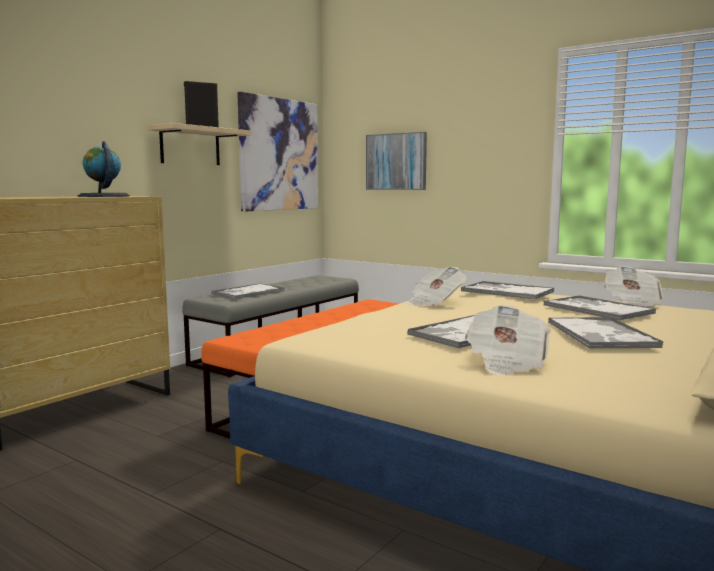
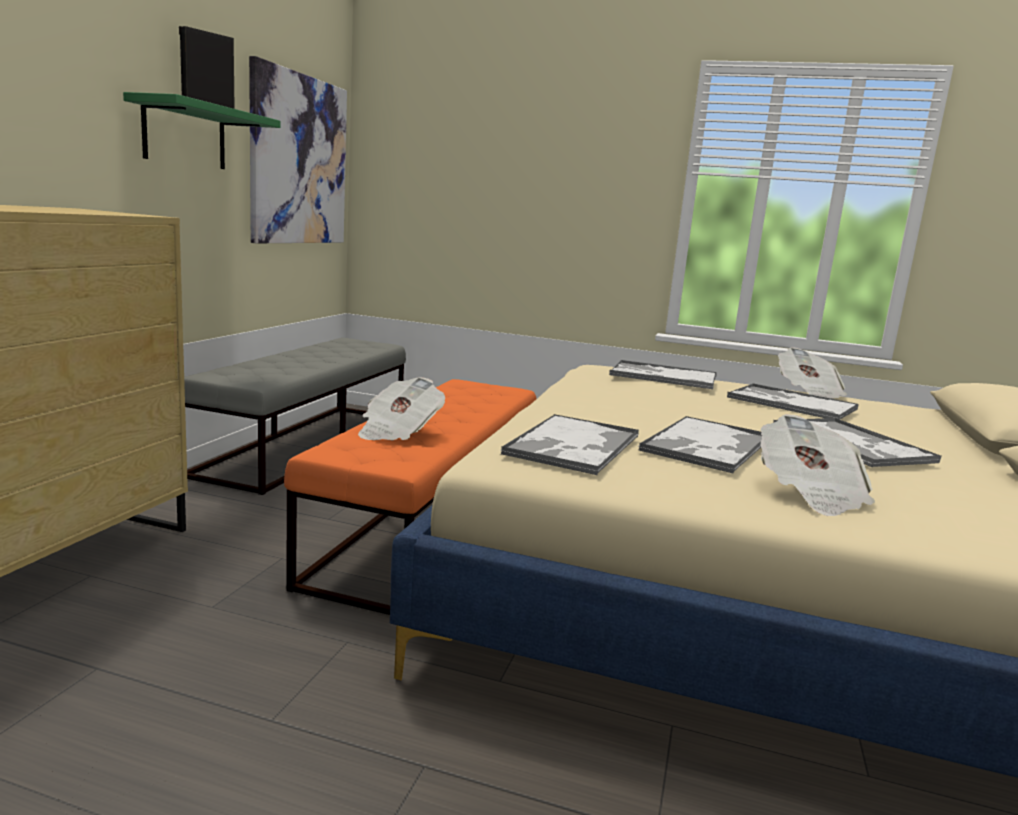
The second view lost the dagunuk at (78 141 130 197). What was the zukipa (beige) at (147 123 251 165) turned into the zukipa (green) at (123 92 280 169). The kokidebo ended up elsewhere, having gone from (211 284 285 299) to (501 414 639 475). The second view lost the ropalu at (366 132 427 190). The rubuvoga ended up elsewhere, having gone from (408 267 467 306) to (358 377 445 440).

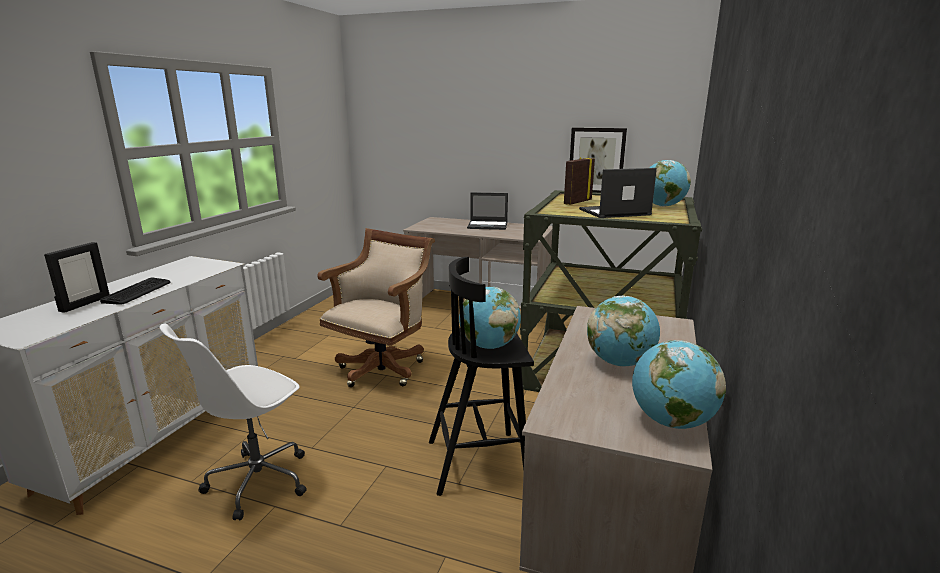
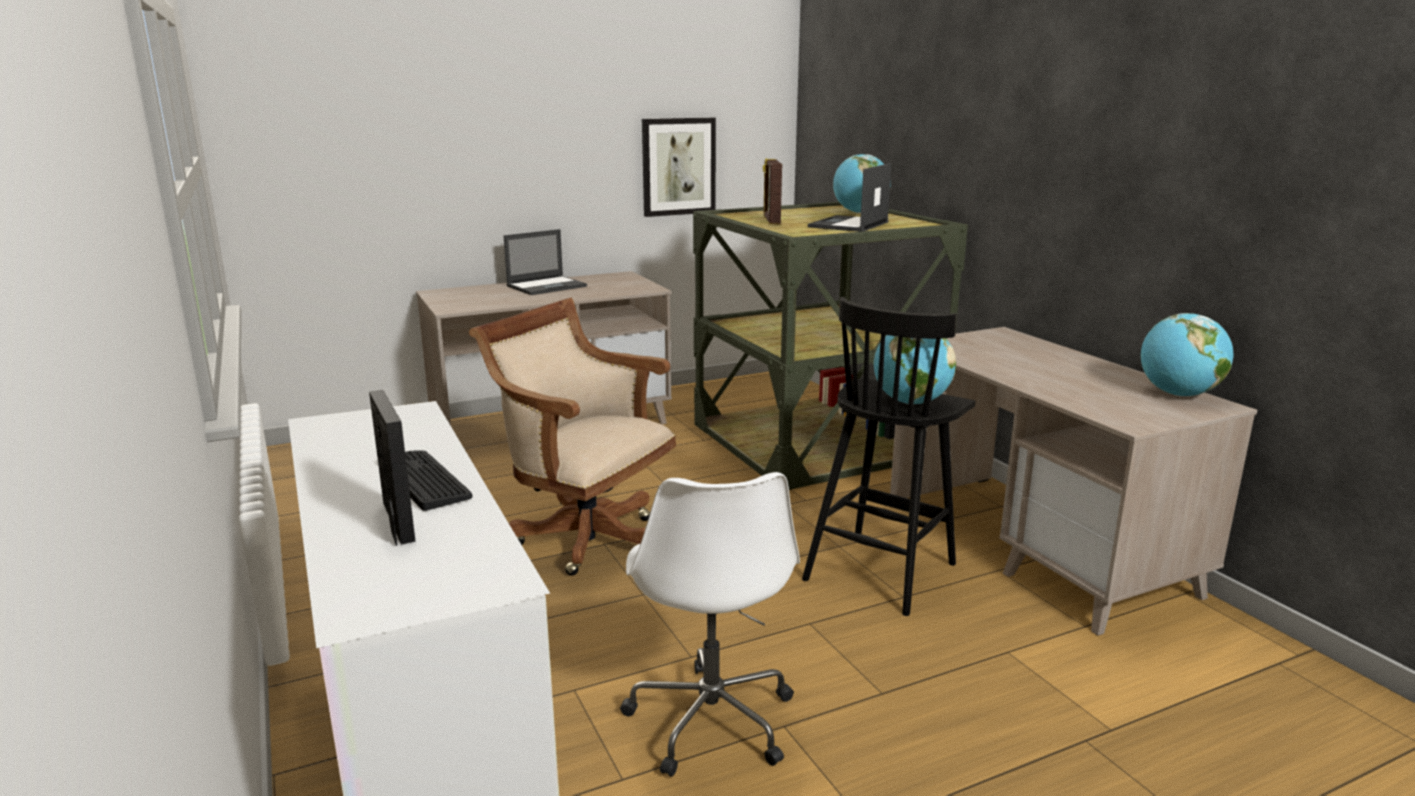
The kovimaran at (317 228 435 387) ended up facing another way, 45 degrees counterclockwise from before. The second view lost the dagunuk at (587 296 660 367).

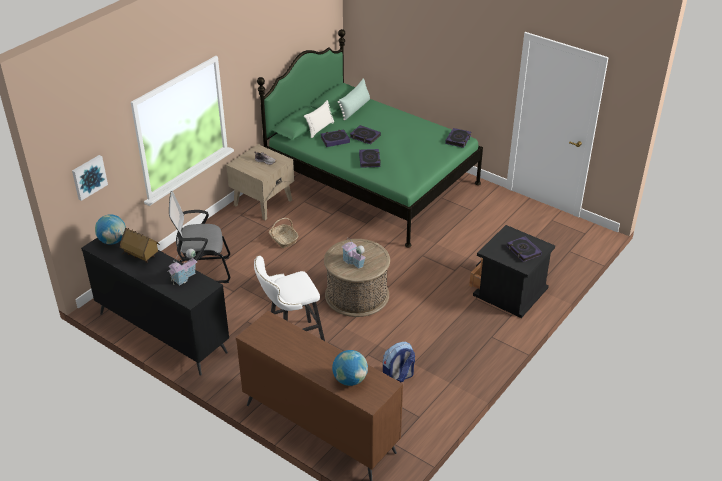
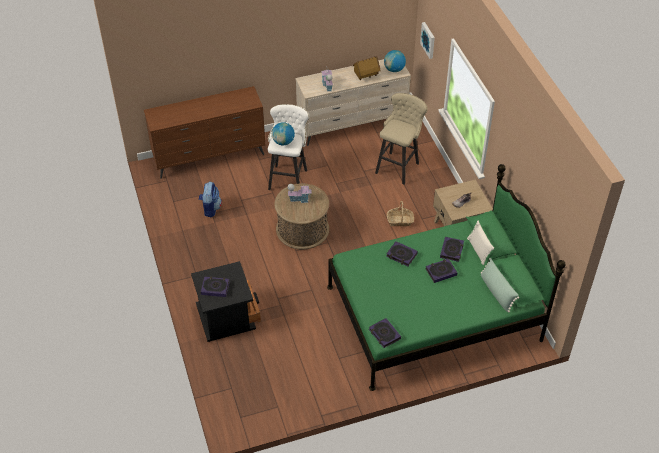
What was the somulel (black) at (81 238 229 376) turned into the somulel (beige) at (296 59 411 146). Where the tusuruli stood at (169 191 230 283), the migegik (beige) came to stand at (375 93 428 185). The dagunuk ended up elsewhere, having gone from (332 350 368 386) to (272 122 295 145).

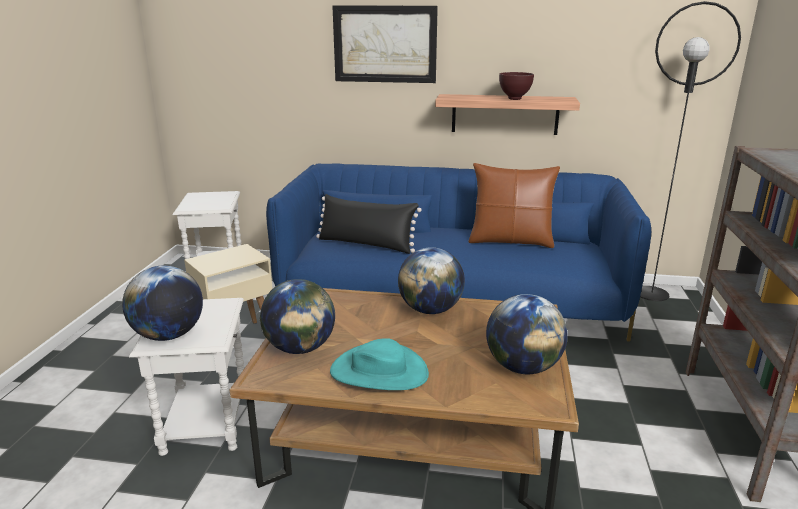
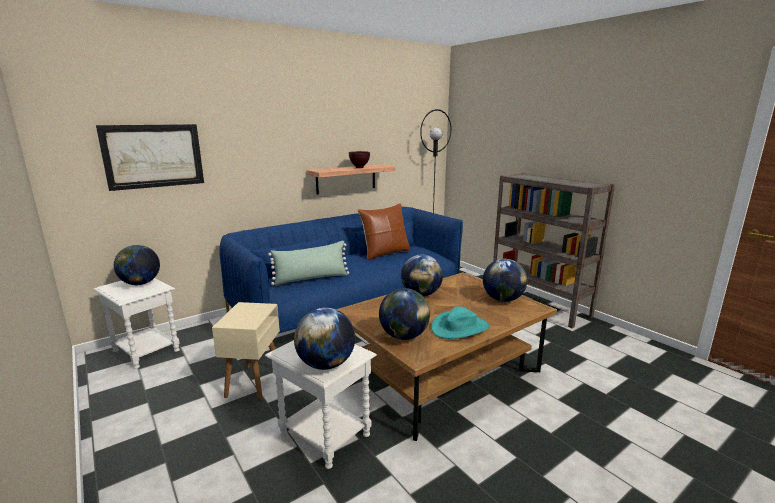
What was the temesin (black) at (316 194 422 254) turned into the temesin (green) at (268 241 349 286). The ropalu ended up elsewhere, having gone from (332 6 438 83) to (96 124 204 191). The second view gained the dagunuk at (114 245 160 285).

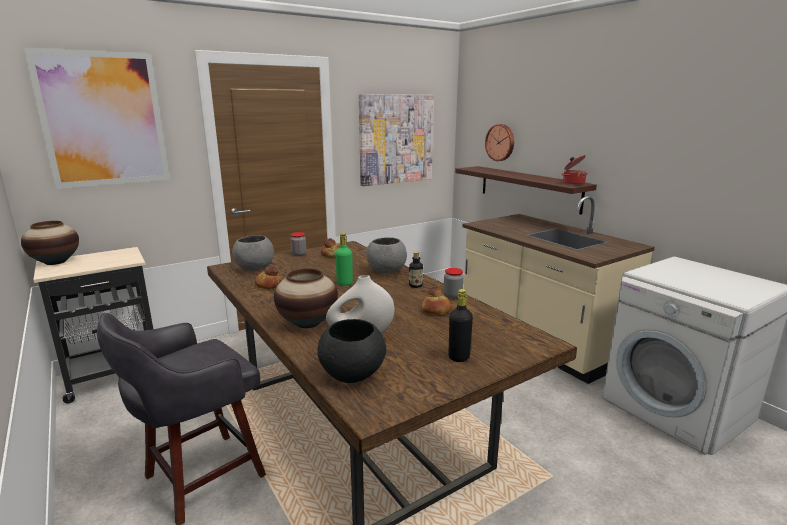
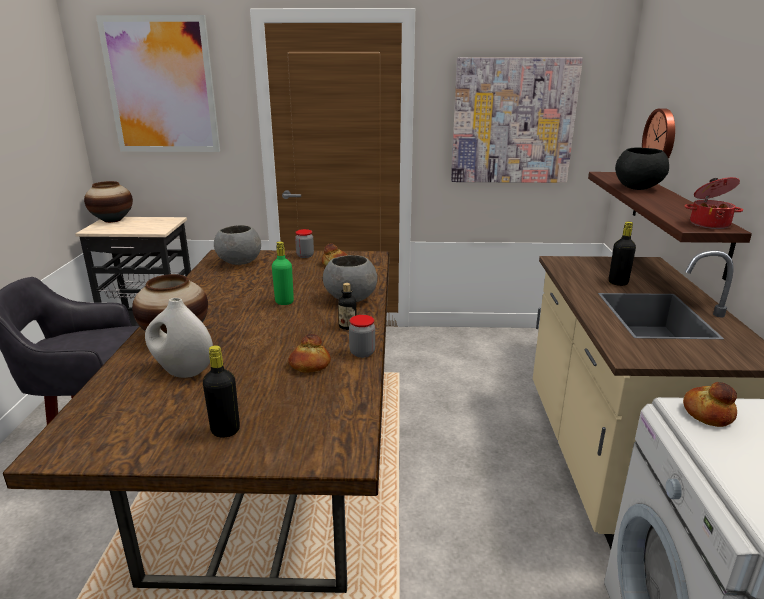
The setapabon ended up elsewhere, having gone from (255 265 282 289) to (683 382 737 427). The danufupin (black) ended up elsewhere, having gone from (317 319 386 383) to (615 148 669 190). The second view gained the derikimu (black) at (609 222 636 286).

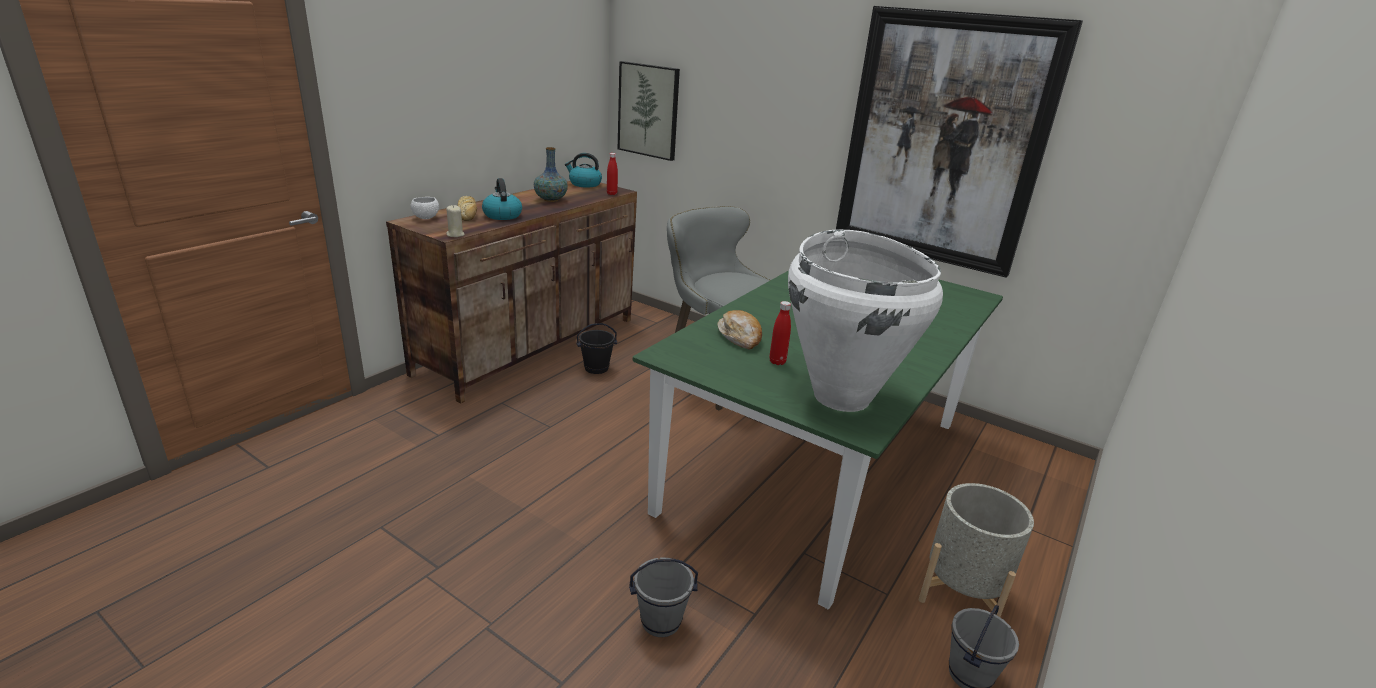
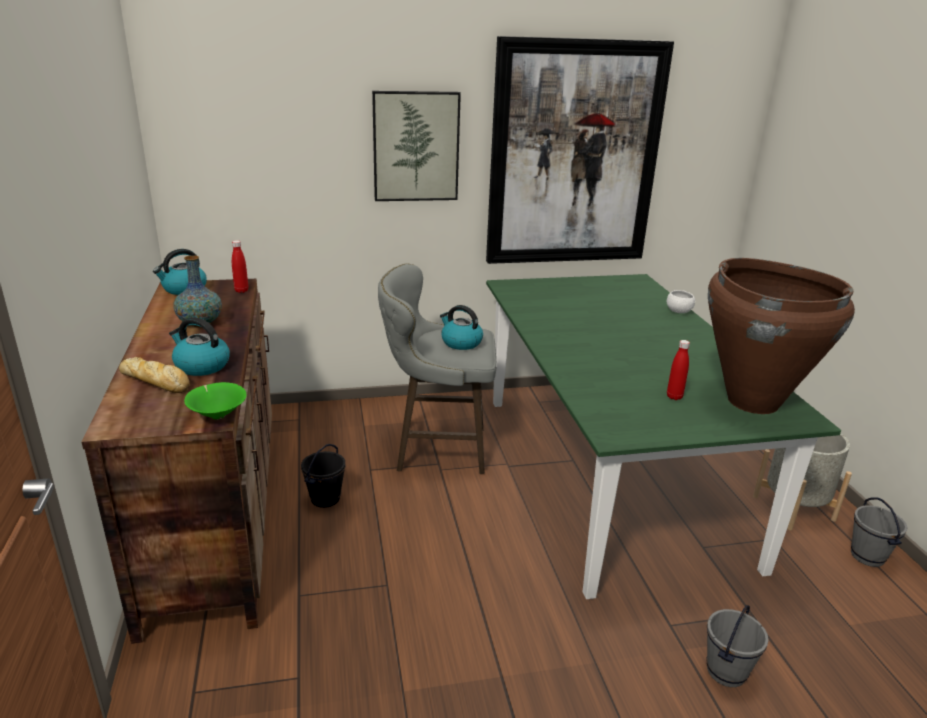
The danufupin (white) ended up elsewhere, having gone from (411 197 439 219) to (667 290 695 313). Where the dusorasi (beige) stood at (446 205 464 237), the danufupin (green) came to stand at (184 382 246 420). The ropalu ended up elsewhere, having gone from (618 61 680 161) to (372 91 461 201). The second view lost the setapabon at (717 310 762 350). What was the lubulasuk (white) at (788 229 943 412) turned into the lubulasuk (brown) at (708 258 855 414). The second view gained the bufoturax at (440 305 483 350).

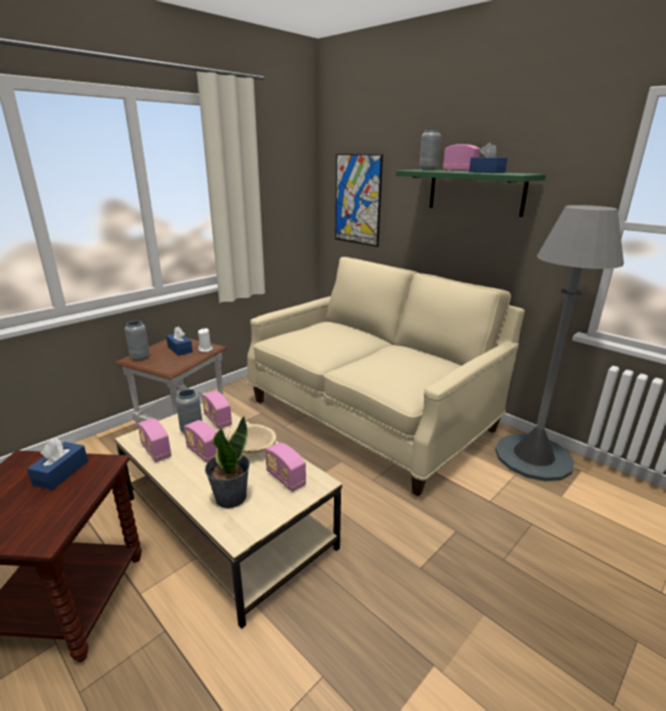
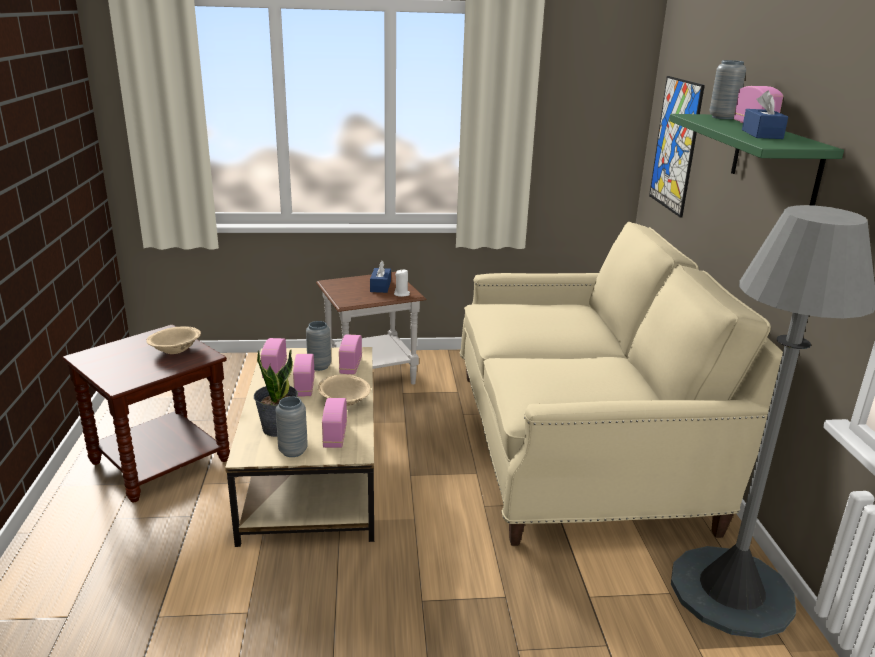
Where the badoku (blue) stood at (27 438 88 490), the danufupin (beige) came to stand at (146 326 201 354). The lubulasuk (grey) ended up elsewhere, having gone from (125 321 150 361) to (275 396 308 457).

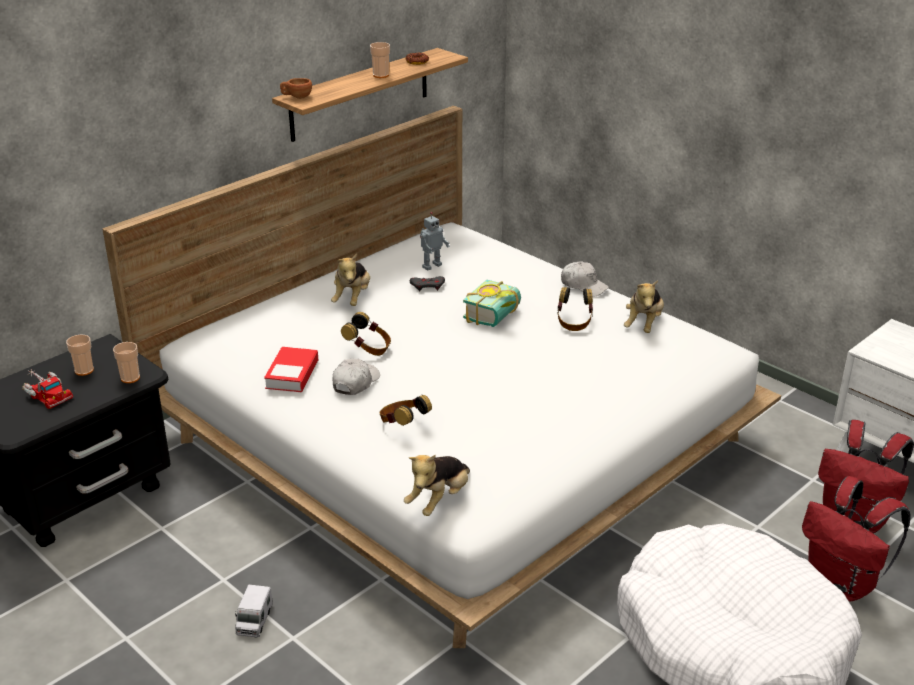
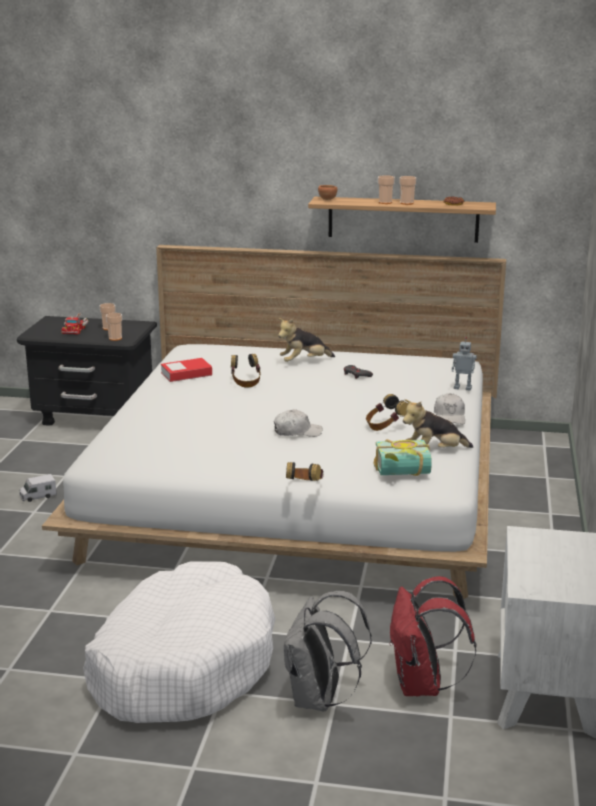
The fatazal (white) ended up elsewhere, having gone from (333 359 380 395) to (274 409 323 437). The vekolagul ended up elsewhere, having gone from (379 395 432 426) to (286 462 324 481). The second view lost the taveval at (404 455 470 516). The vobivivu ended up elsewhere, having gone from (420 212 450 271) to (452 337 477 391). The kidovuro ended up elsewhere, having gone from (463 280 521 327) to (373 439 432 476). What was the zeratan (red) at (802 476 911 602) turned into the zeratan (grey) at (284 591 372 711). The second view gained the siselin at (378 175 395 204).

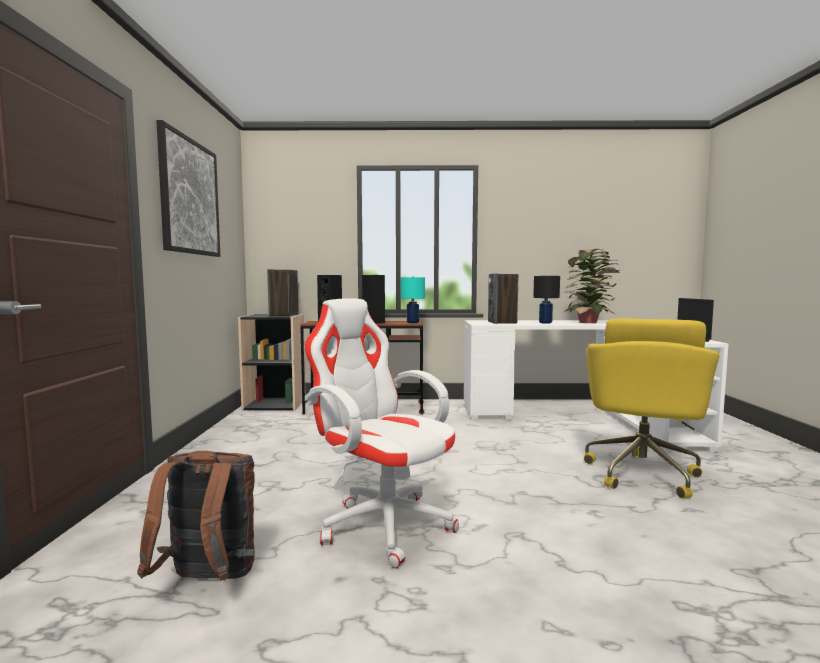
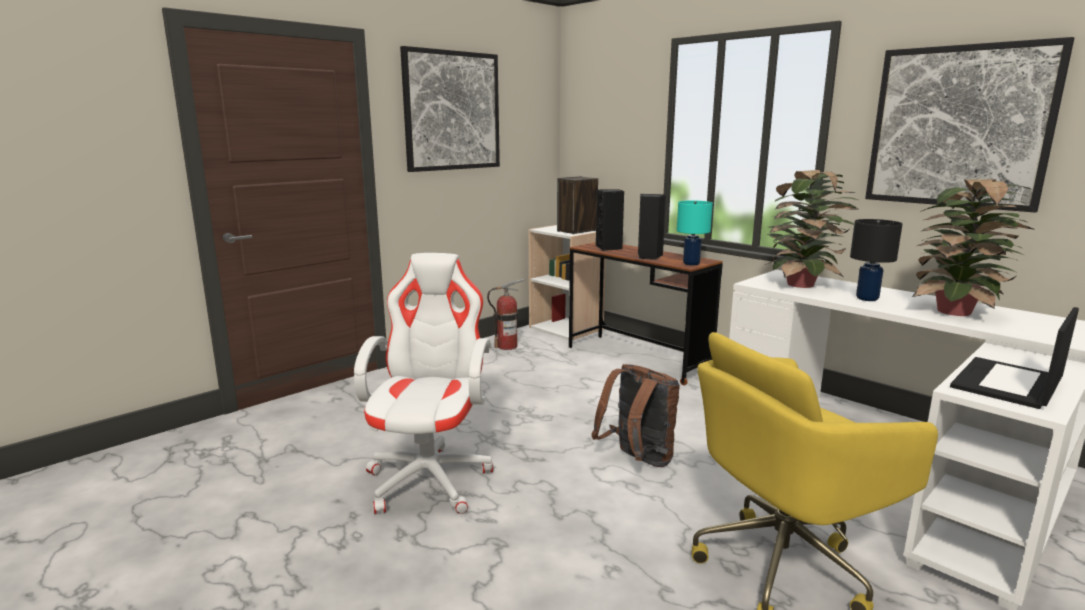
The zeratan (brown) ended up elsewhere, having gone from (137 451 255 581) to (592 364 680 467). What was the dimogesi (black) at (238 314 306 410) turned into the dimogesi (white) at (529 225 606 340). Where the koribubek stood at (488 273 518 324), the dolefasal came to stand at (765 170 858 288). The second view gained the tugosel at (487 279 525 350). The second view gained the ropalu at (865 37 1074 213).

